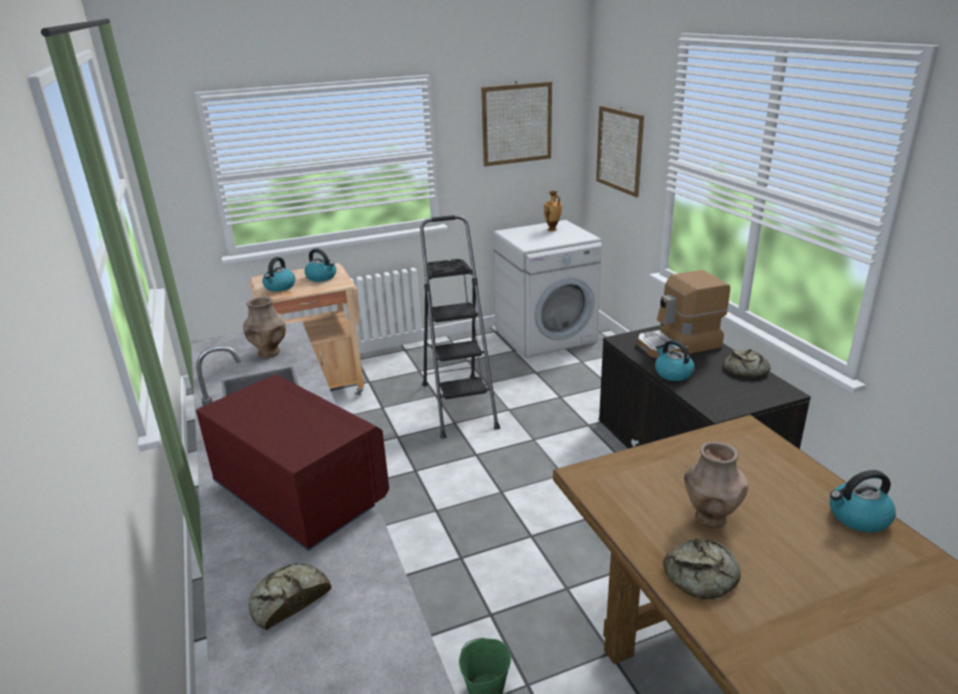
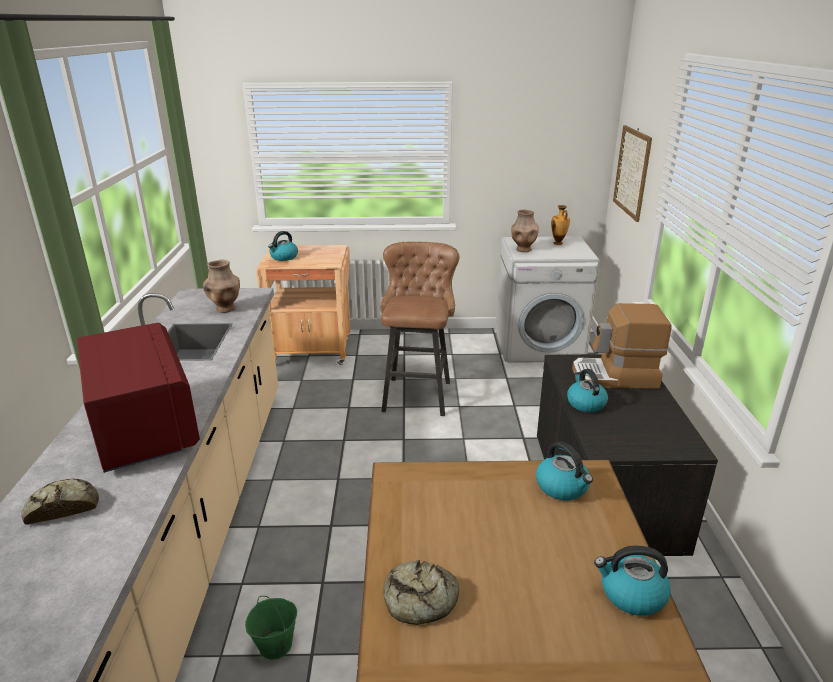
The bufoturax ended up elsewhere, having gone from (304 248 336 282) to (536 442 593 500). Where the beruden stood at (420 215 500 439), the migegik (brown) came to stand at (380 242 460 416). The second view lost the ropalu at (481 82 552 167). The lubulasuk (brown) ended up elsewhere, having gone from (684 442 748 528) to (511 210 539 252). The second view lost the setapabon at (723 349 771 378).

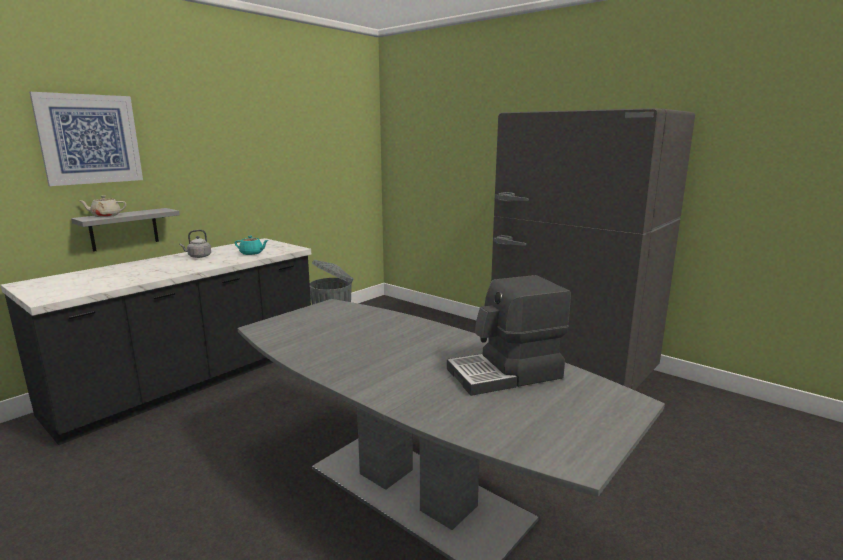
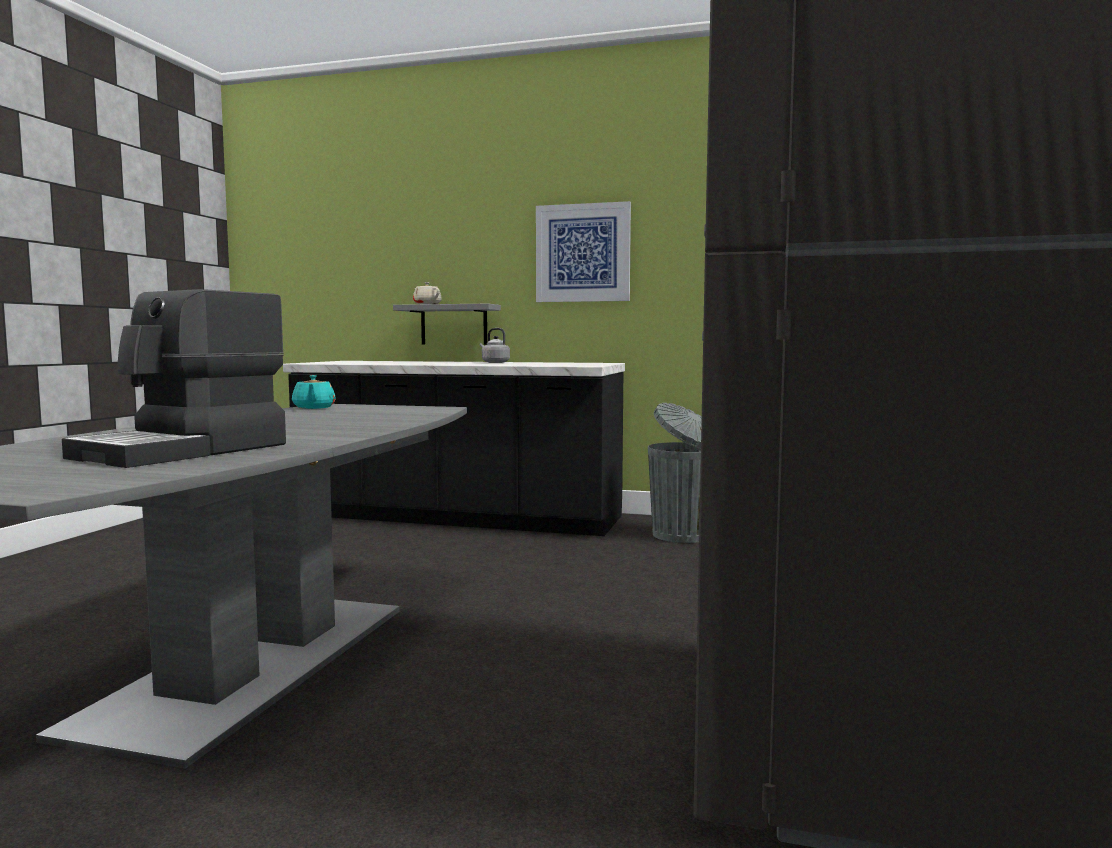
The ropalu ended up elsewhere, having gone from (29 92 143 186) to (536 201 631 302). The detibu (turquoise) ended up elsewhere, having gone from (235 236 268 255) to (292 375 336 409). The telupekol at (447 275 571 396) ended up facing another way, 105 degrees counterclockwise from before.

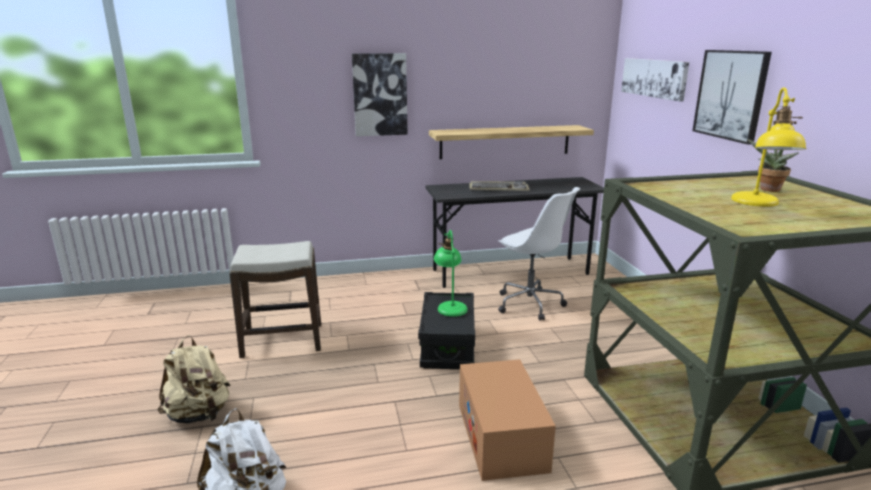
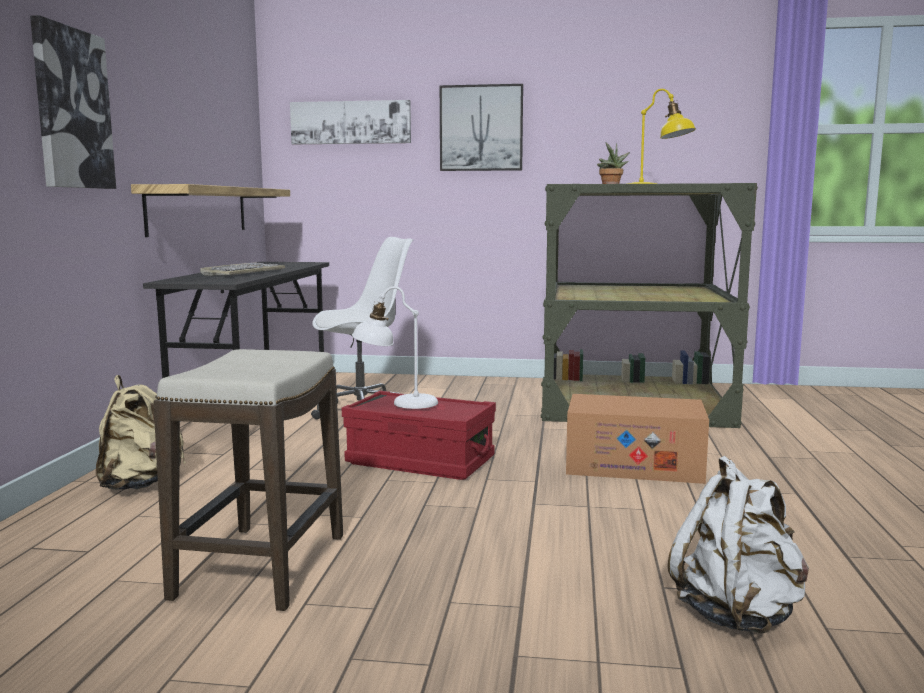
The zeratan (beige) ended up elsewhere, having gone from (157 335 231 424) to (96 375 186 490). What was the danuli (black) at (418 292 475 369) turned into the danuli (red) at (342 391 496 480). What was the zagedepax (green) at (434 230 468 317) turned into the zagedepax (white) at (352 286 438 409).

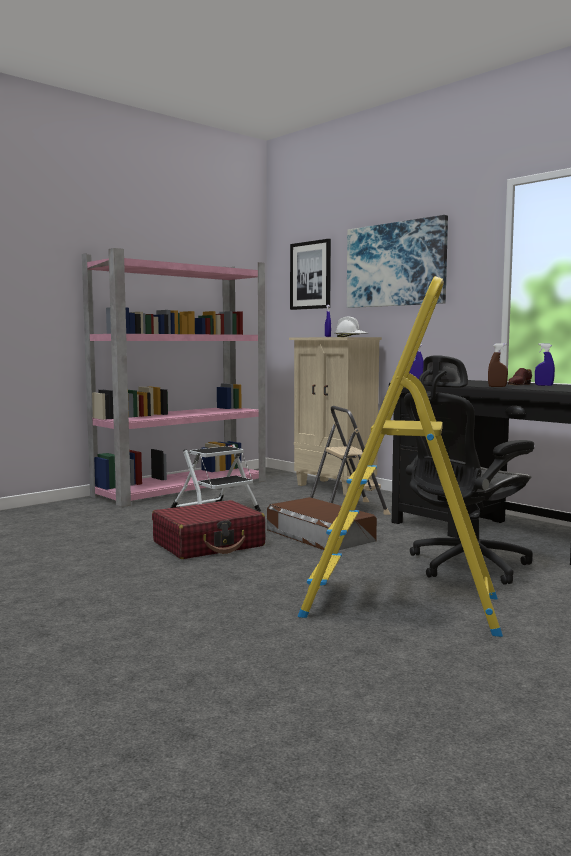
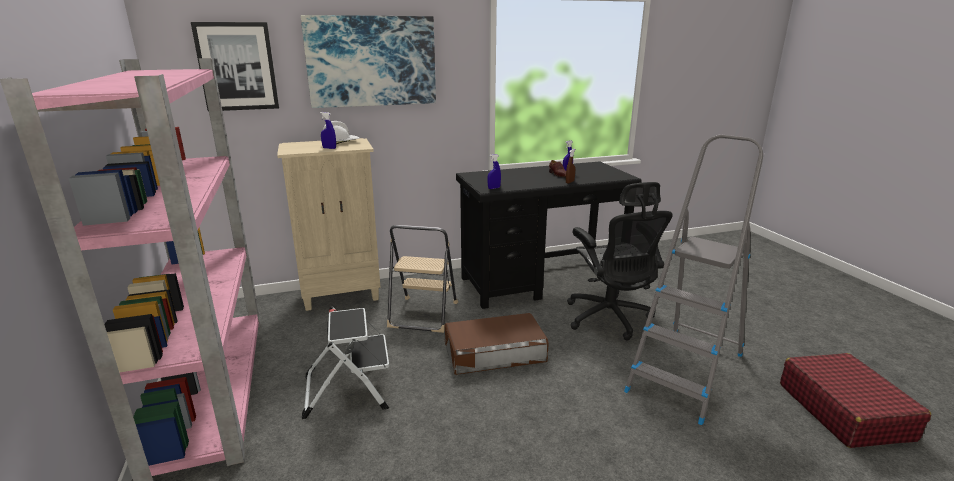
The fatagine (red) ended up elsewhere, having gone from (152 500 265 559) to (780 353 931 448). What was the beruden (yellow) at (298 276 503 637) turned into the beruden (grey) at (624 135 763 425).

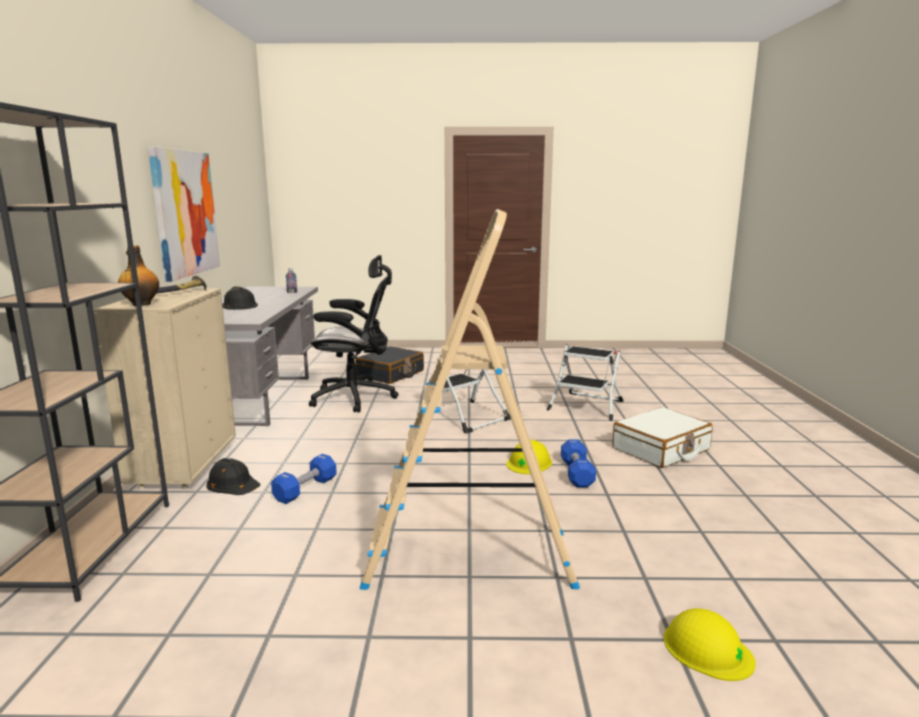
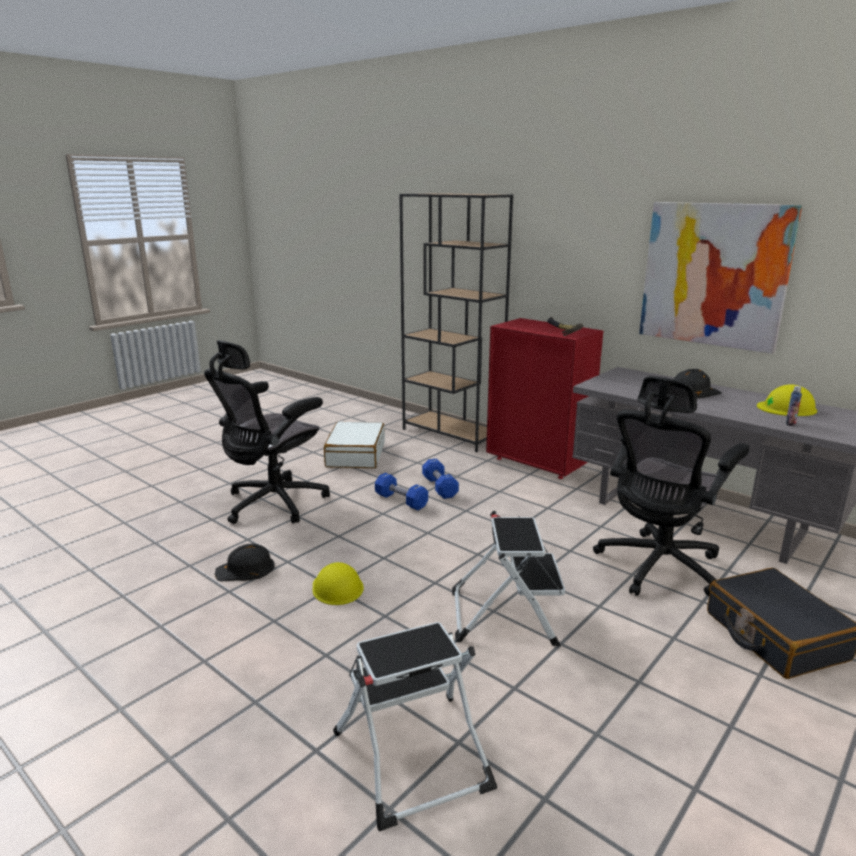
What was the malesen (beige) at (93 289 236 489) turned into the malesen (red) at (486 318 604 479). The second view lost the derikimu at (118 245 159 306). The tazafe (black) ended up elsewhere, having gone from (206 458 260 495) to (215 543 274 581). Where the beruden (beige) stood at (359 209 580 590), the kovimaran came to stand at (204 340 330 524). The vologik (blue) ended up elsewhere, having gone from (561 439 596 488) to (375 473 428 510). The fatagine (white) ended up elsewhere, having gone from (613 407 712 468) to (324 422 385 468). The tazafe (yellow) ended up elsewhere, having gone from (664 608 756 681) to (757 385 817 416).

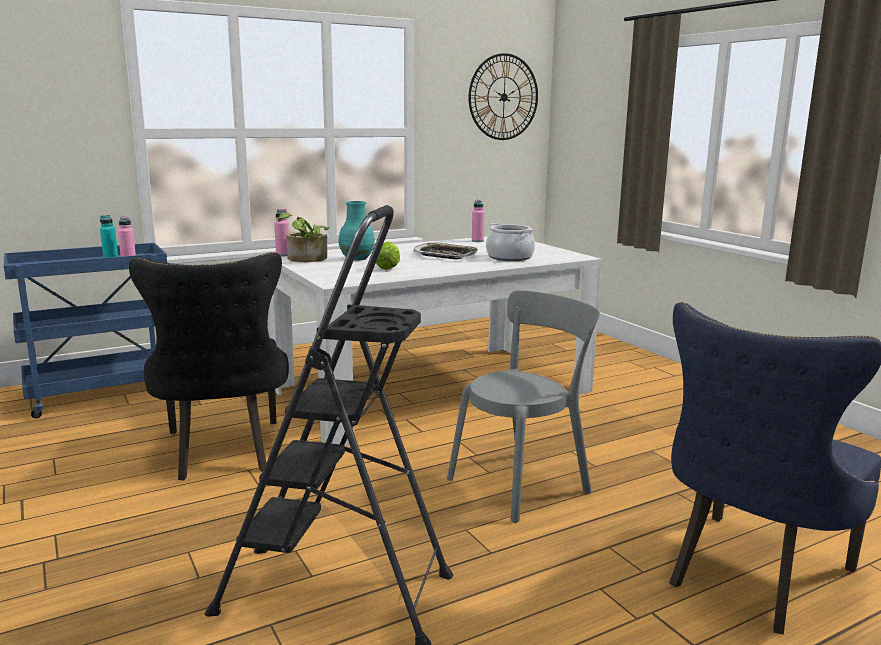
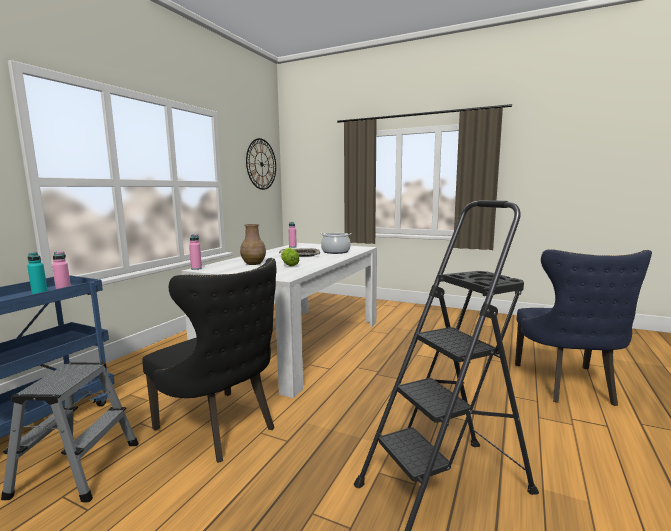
The second view lost the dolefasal at (278 212 330 263). What was the lubulasuk (turquoise) at (338 201 375 261) turned into the lubulasuk (brown) at (240 224 266 265). The second view lost the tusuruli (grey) at (447 290 600 523). The second view gained the beruden (grey) at (1 362 139 502).

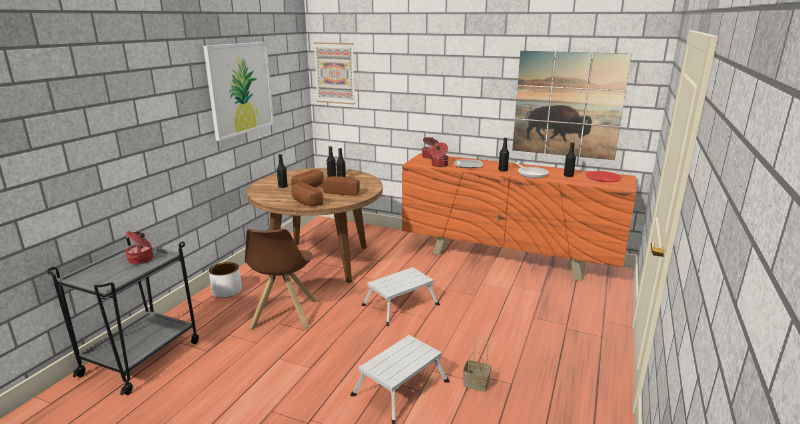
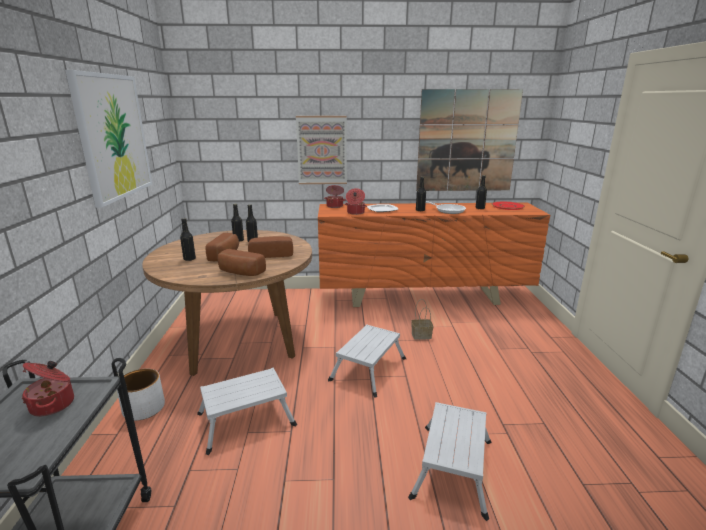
Where the tusuruli (brown) stood at (245 229 317 329), the beruden (white) came to stand at (197 368 297 455). The ropalu ended up elsewhere, having gone from (313 42 355 105) to (296 116 347 184). The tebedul ended up elsewhere, having gone from (463 337 491 392) to (411 299 433 340).

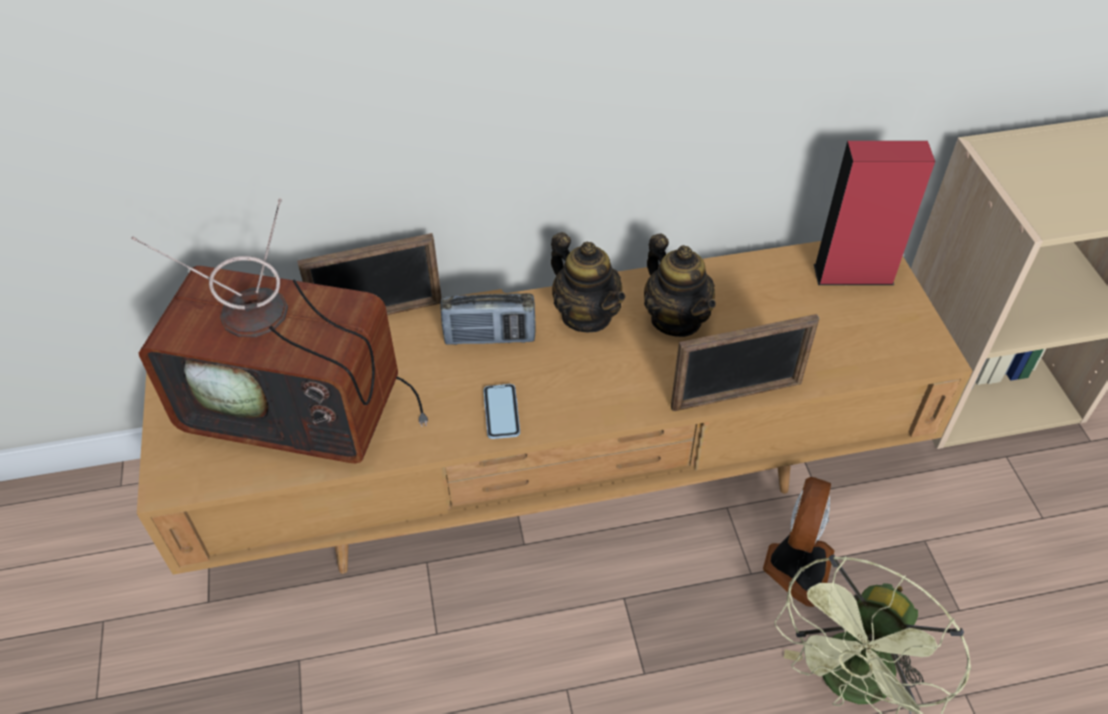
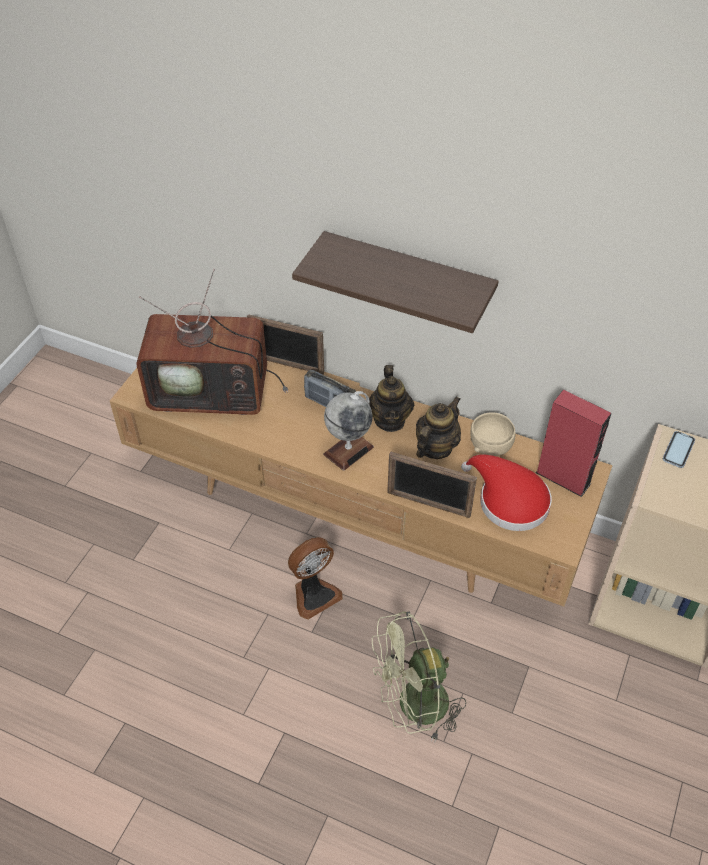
The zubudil at (131 198 428 463) ended up facing another way, 45 degrees counterclockwise from before. The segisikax ended up elsewhere, having gone from (483 384 520 439) to (663 431 695 468). The detibu at (644 233 716 337) ended up facing another way, 150 degrees counterclockwise from before. The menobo ended up elsewhere, having gone from (763 477 835 607) to (288 537 343 620). The second view gained the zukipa at (292 231 498 333). The second view gained the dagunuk at (323 391 374 471). The second view gained the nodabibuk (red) at (461 454 552 531). The second view gained the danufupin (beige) at (470 412 515 456).

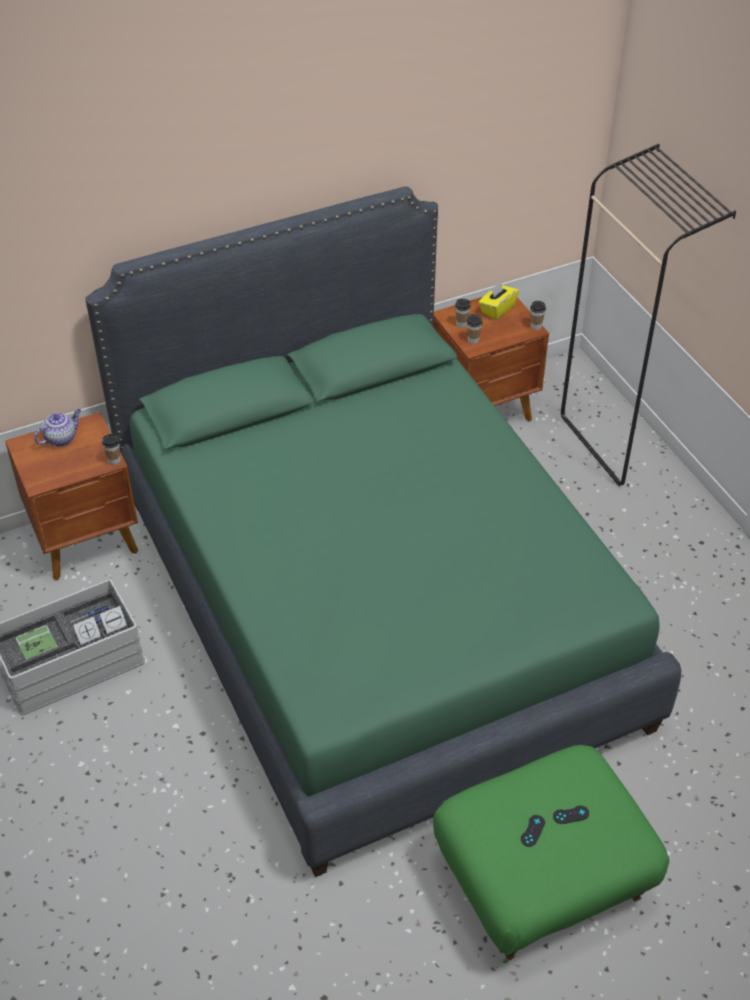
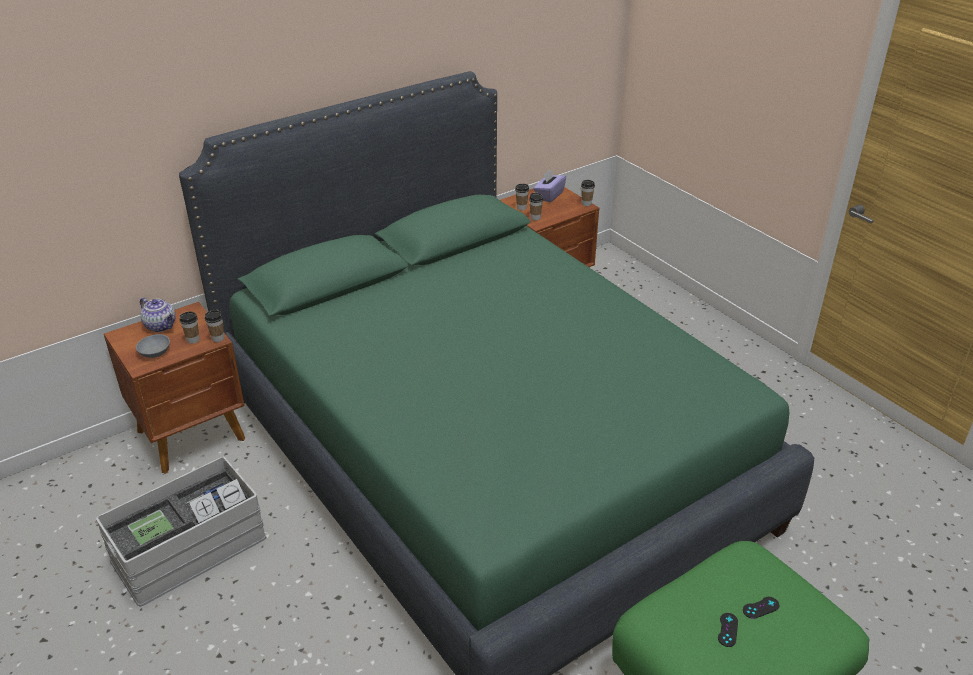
The detibu at (34 409 81 447) ended up facing another way, 90 degrees clockwise from before. What was the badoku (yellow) at (478 281 519 320) turned into the badoku (purple) at (534 169 566 202). The second view lost the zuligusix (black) at (561 143 736 486). The second view gained the danufupin (grey) at (136 334 170 358). The second view gained the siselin at (180 311 200 344).

